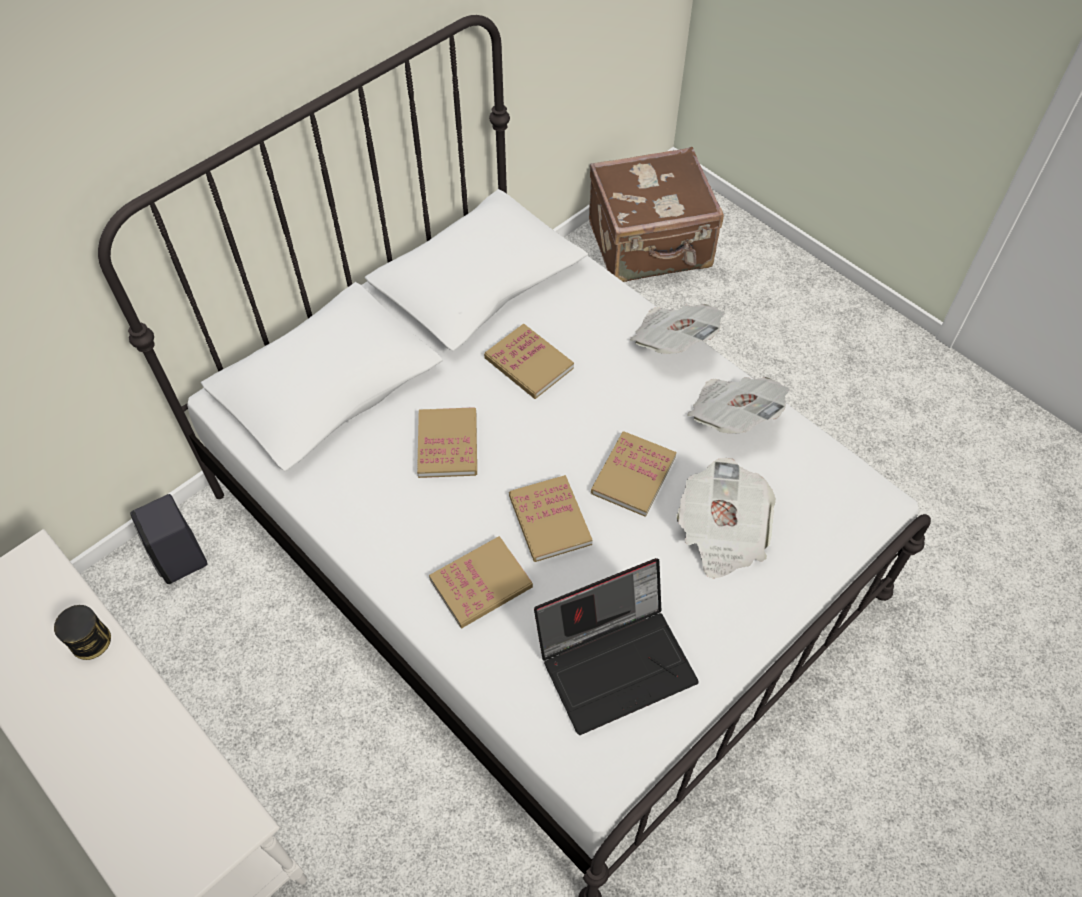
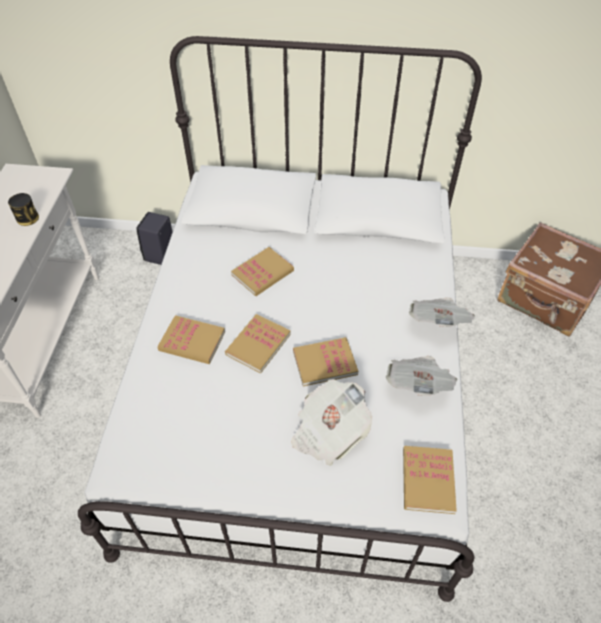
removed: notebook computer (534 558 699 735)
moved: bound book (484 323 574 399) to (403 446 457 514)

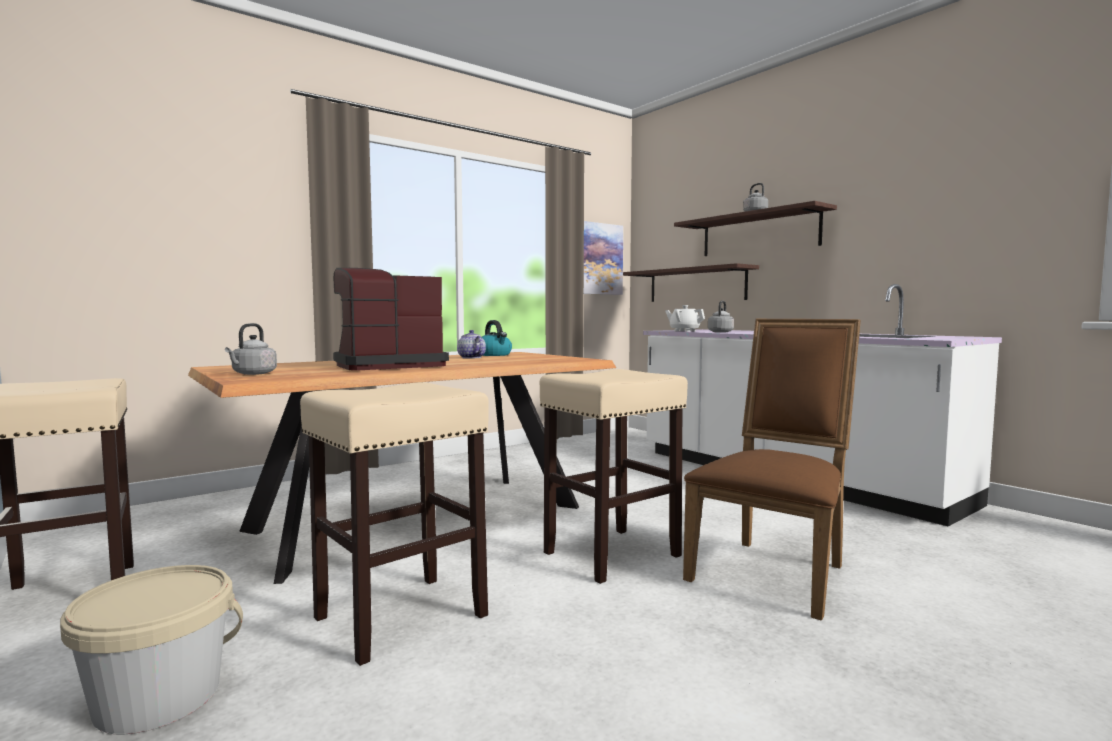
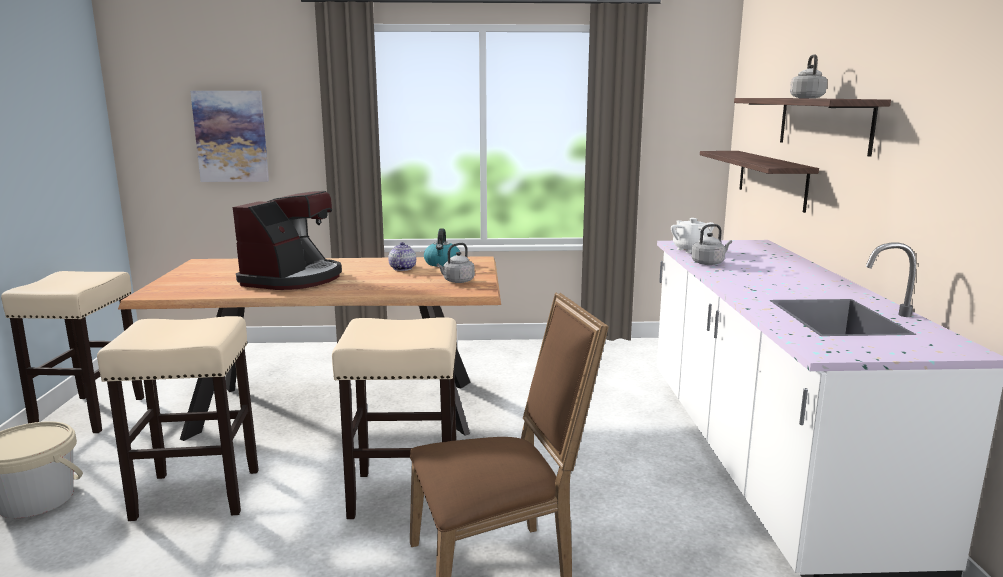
moved: greyish kettle (225 323 277 375) to (437 243 475 283); wall picture (584 221 623 295) to (190 91 269 182)
turned: coffee machine (333 268 449 371) = (233 191 342 290) 105 degrees clockwise

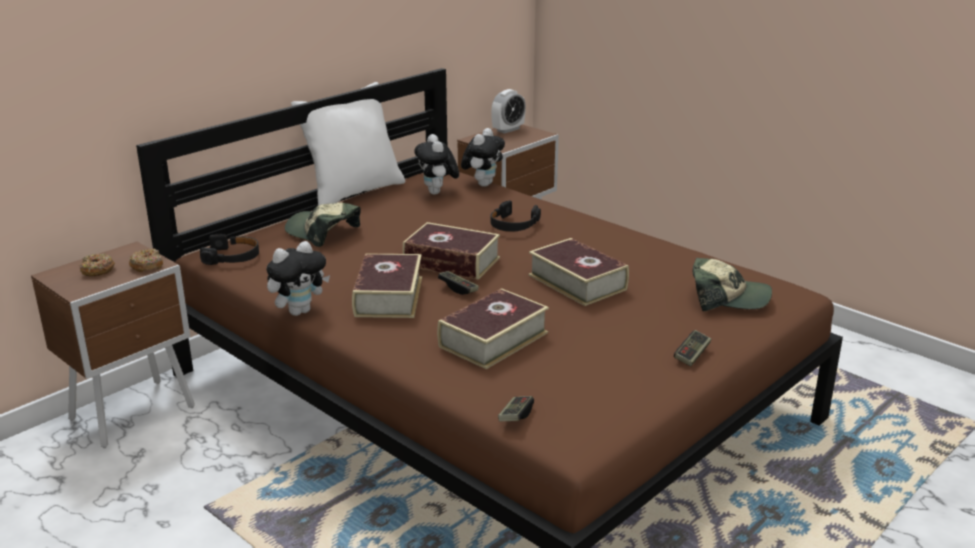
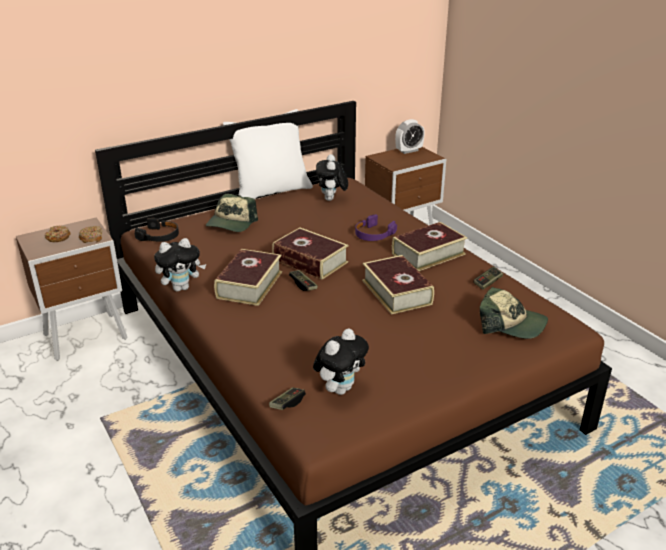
moved: bound book (437 288 549 369) to (392 222 467 271); soft toy (461 128 505 187) to (313 328 369 395); game controller (674 330 711 366) to (473 267 503 290)
recoloured: black headset (490 200 541 232) to purple headset (355 214 397 241)
turned: cap (285 203 361 247) = (206 194 258 232) 120 degrees counterclockwise

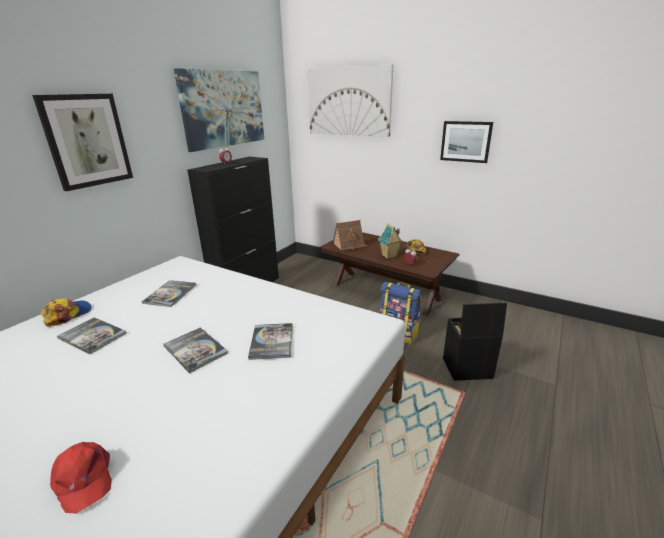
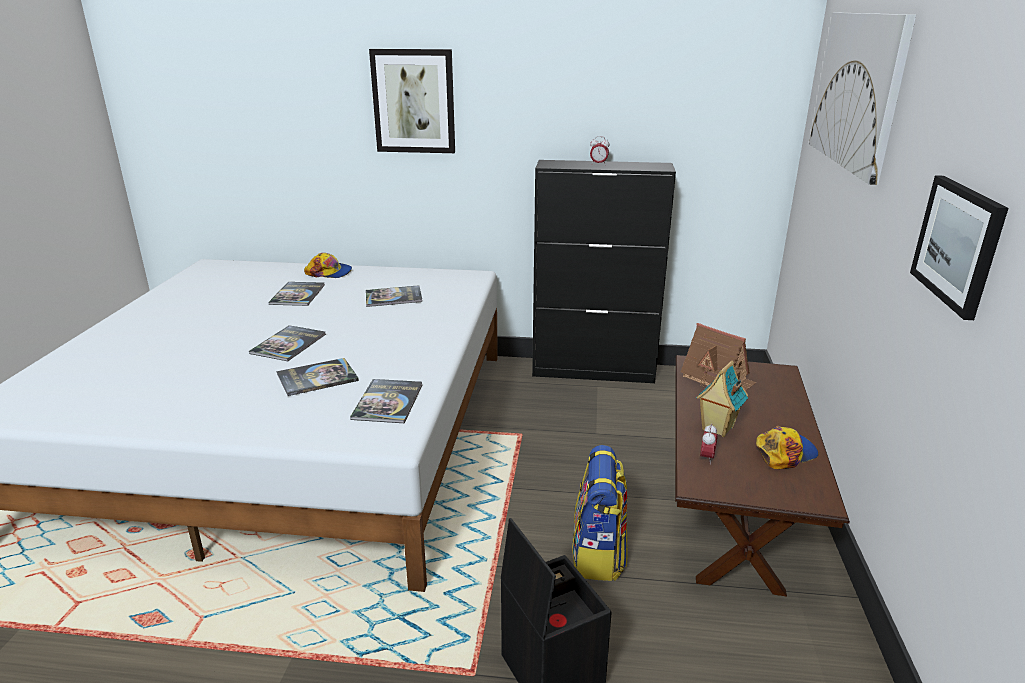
removed: red cap (50 442 112 514); wall picture (174 68 264 152)
added: bound book (350 379 422 423)

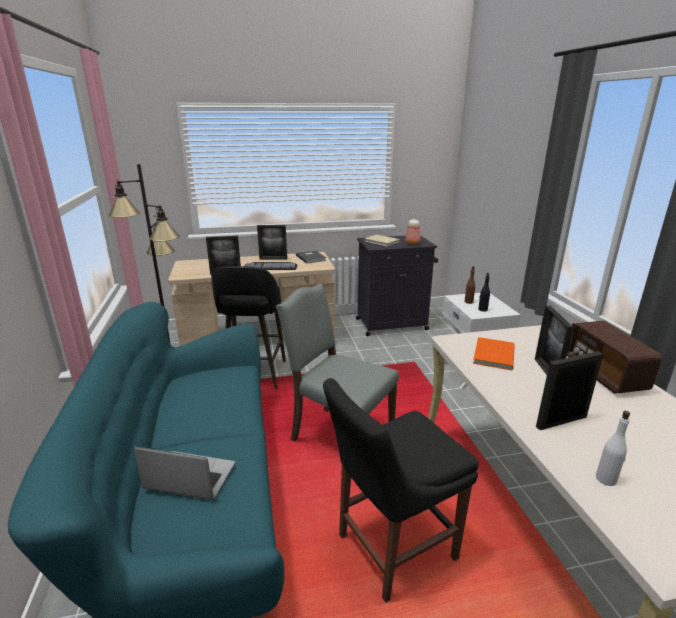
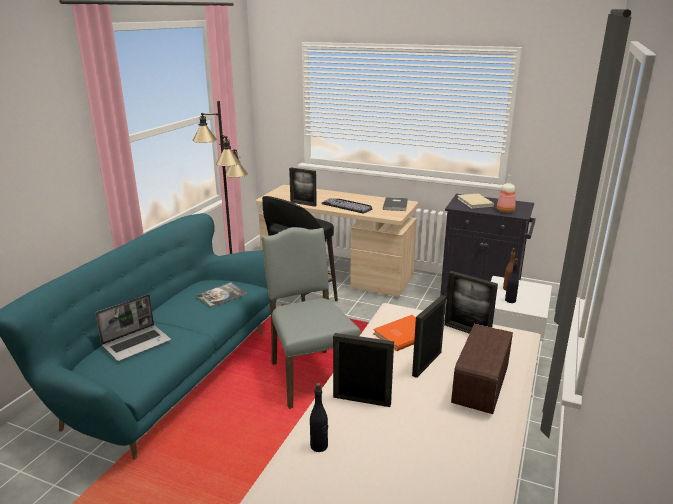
removed: black chair (323 378 479 603)
added: bound book (195 282 246 308)
moved: picture frame (257 225 287 260) to (444 271 498 334)
recoloured: white beverage bottle (596 411 630 486) to black beverage bottle (310 383 328 452)
turned: notebook computer (133 446 235 500) = (95 294 171 361) 90 degrees clockwise

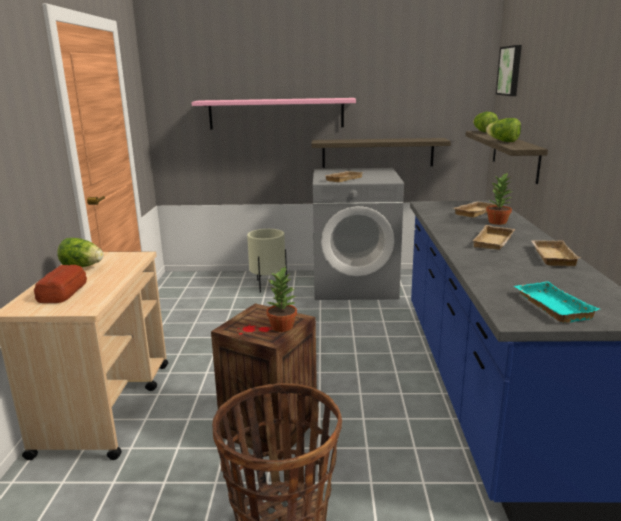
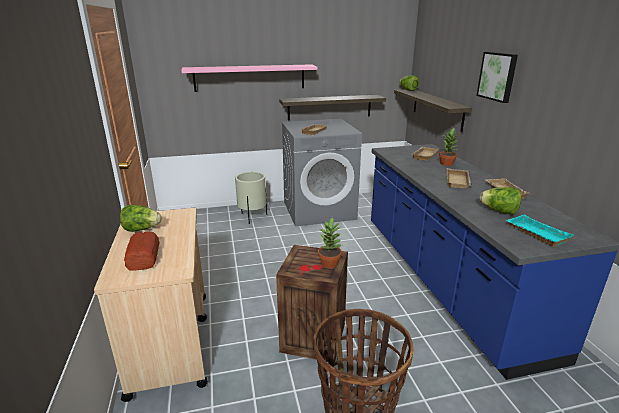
moved: head of lettuce (486 118 521 142) to (480 187 521 215); wall picture (496 45 522 96) to (476 52 518 103)

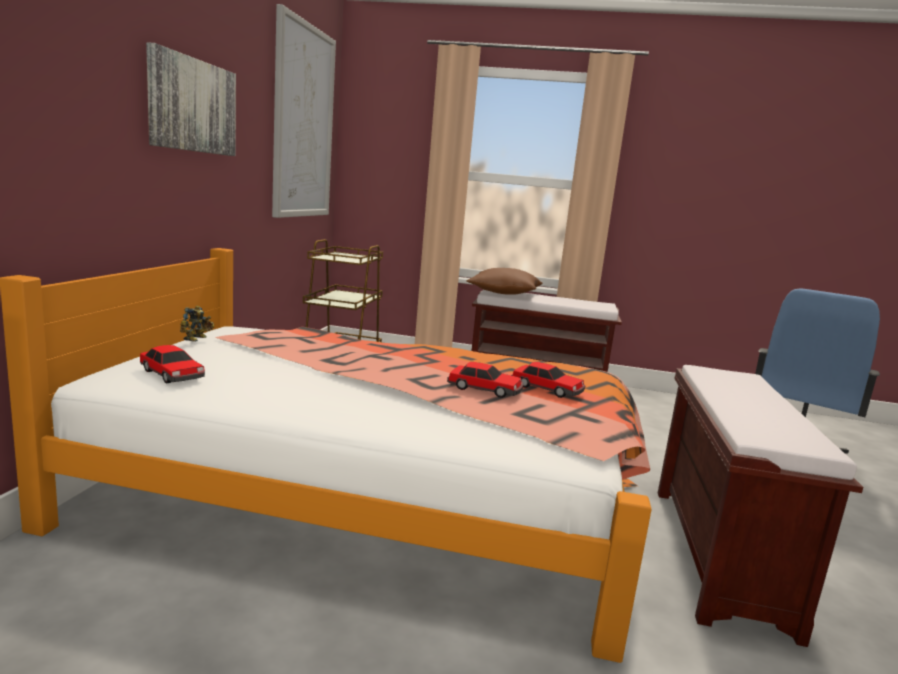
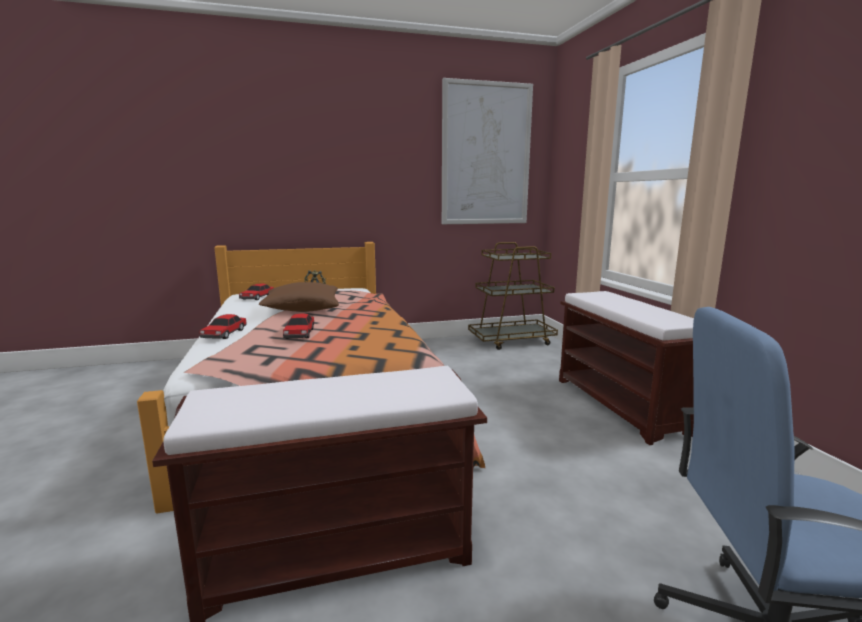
removed: wall picture (146 42 236 156)
moved: brown-coloured cushion (466 268 543 295) to (259 282 339 312); miniature car (511 362 585 398) to (200 314 247 339)

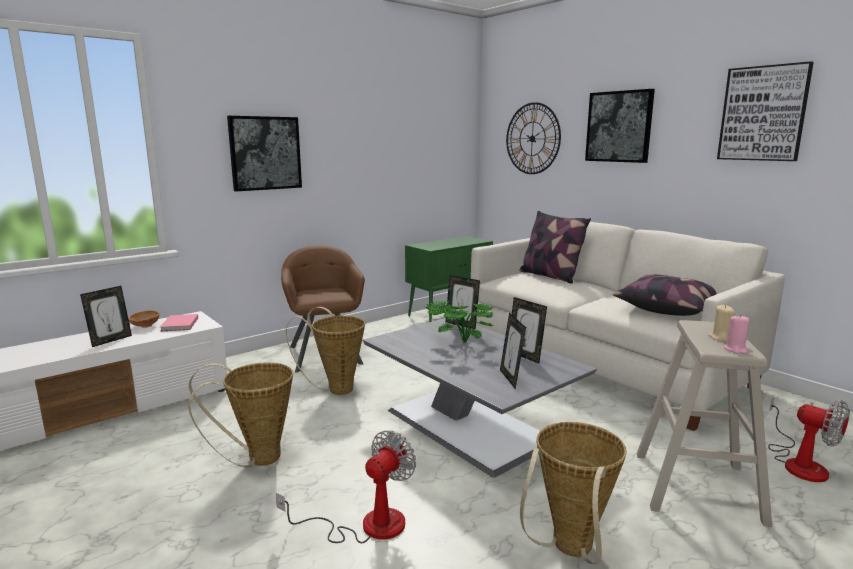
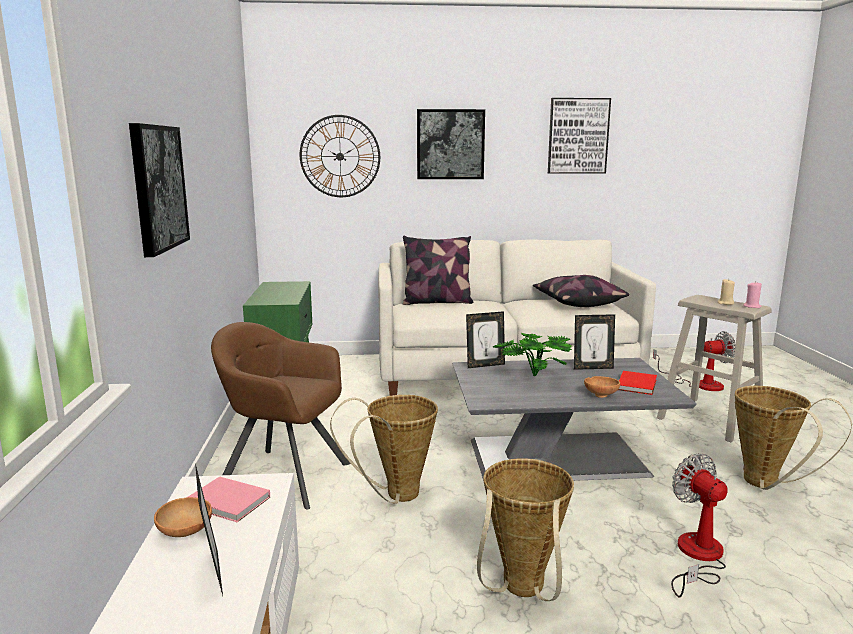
added: brown-coloured deep dish (584 376 620 398)
replaced: picture frame (500 313 526 389) to red bound book (618 371 657 395)

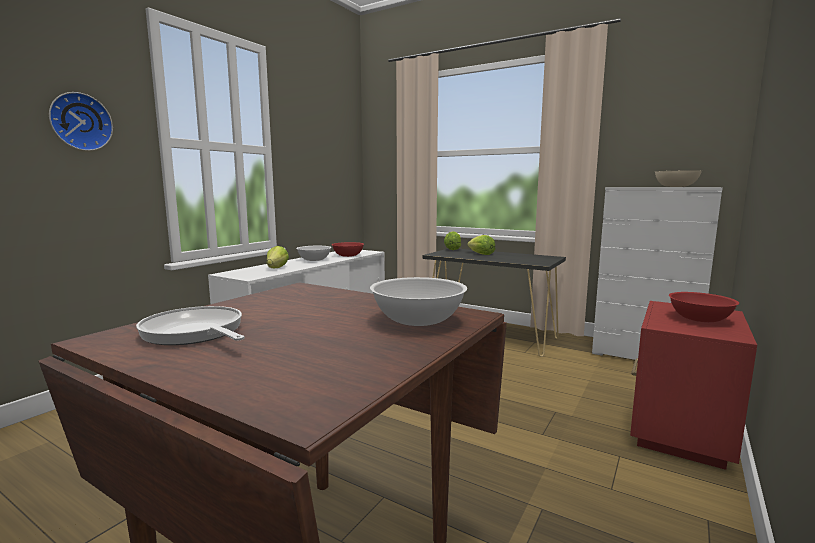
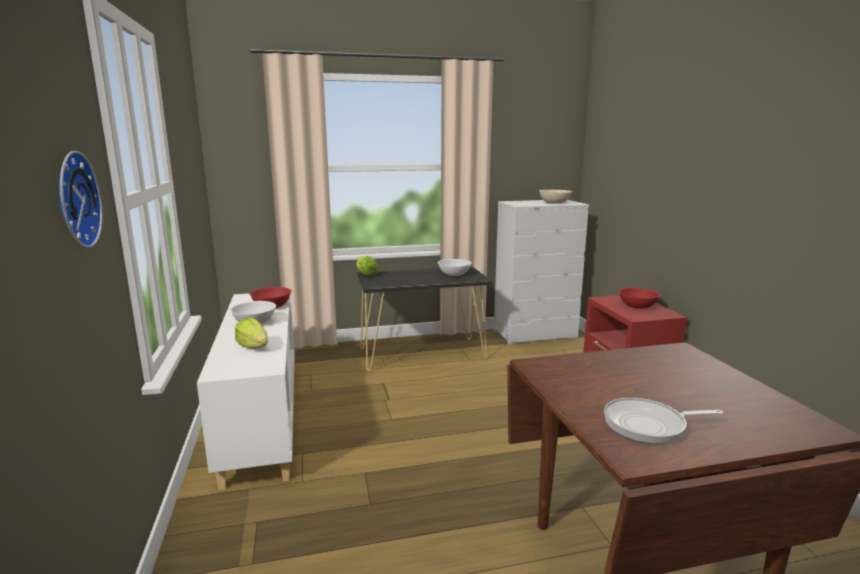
removed: head of lettuce (467 235 495 255)
moved: white deep dish (370 277 467 326) to (438 259 472 276)

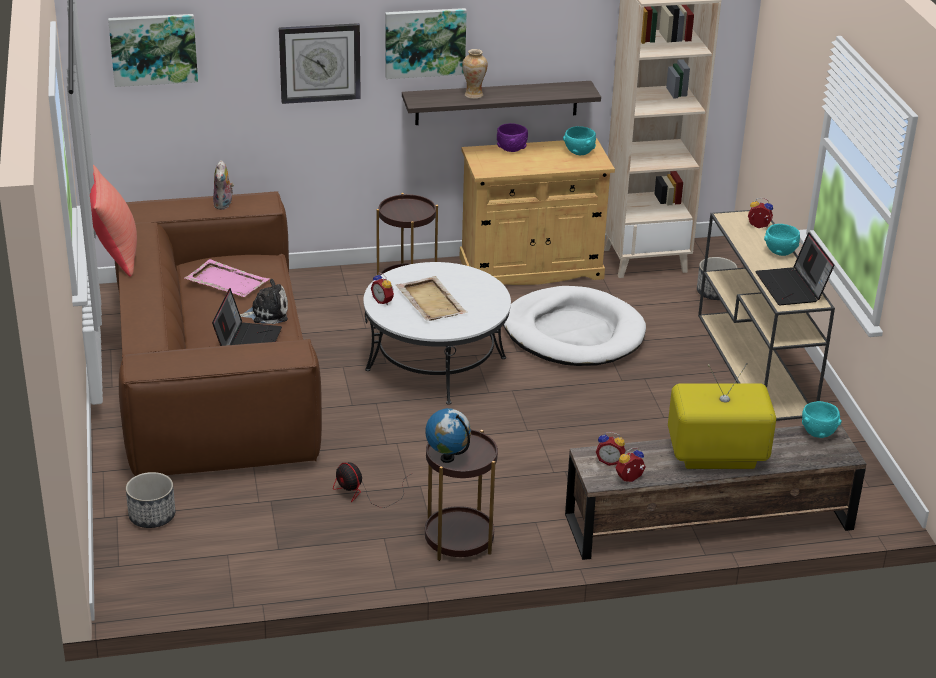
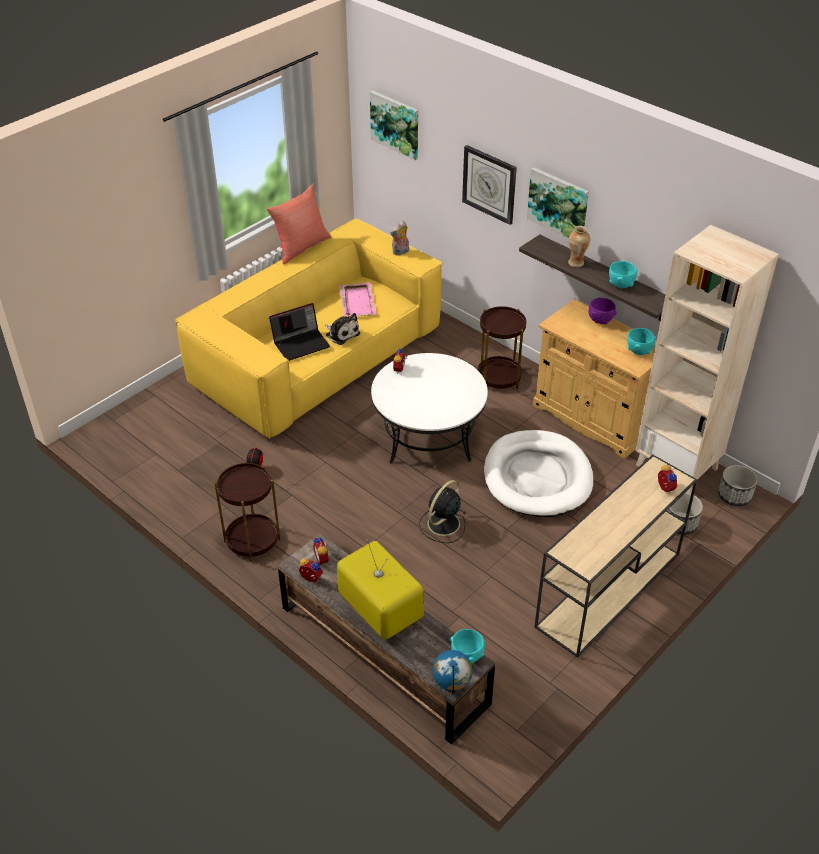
removed: beige carrying tray (396 276 468 321); notebook computer (755 232 834 305)
added: black cooling fan (419 480 466 543)
moved: planter (126 472 175 528) to (718 465 757 506); desk globe (425 408 471 463) to (432 650 473 694); turquoise-coloured deep dish (764 224 800 256) to (609 261 638 288)
recoloured: brown-coloured settee (115 191 322 476) to yellow-coloured settee (175 218 443 439)

